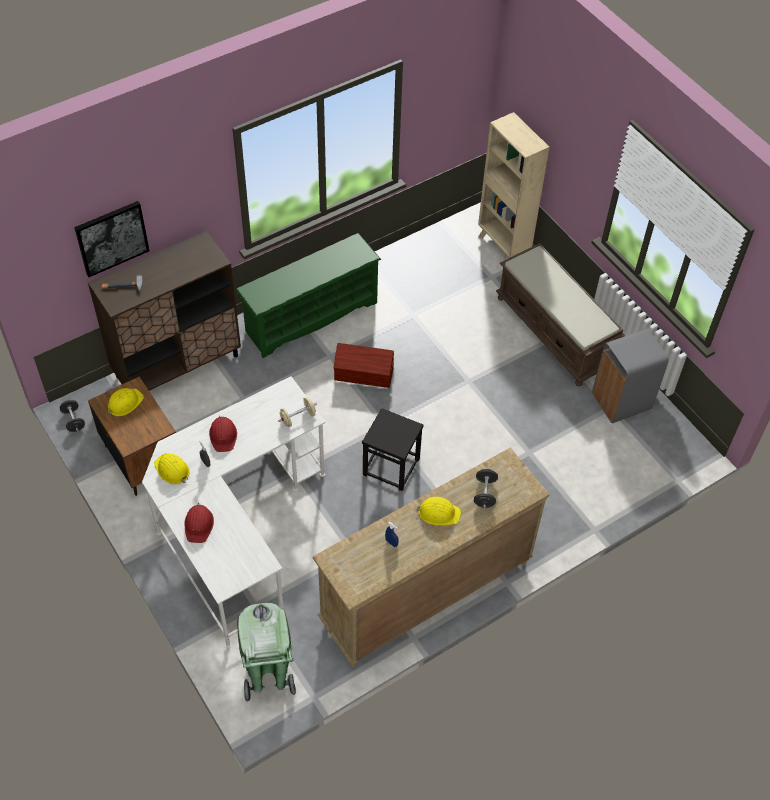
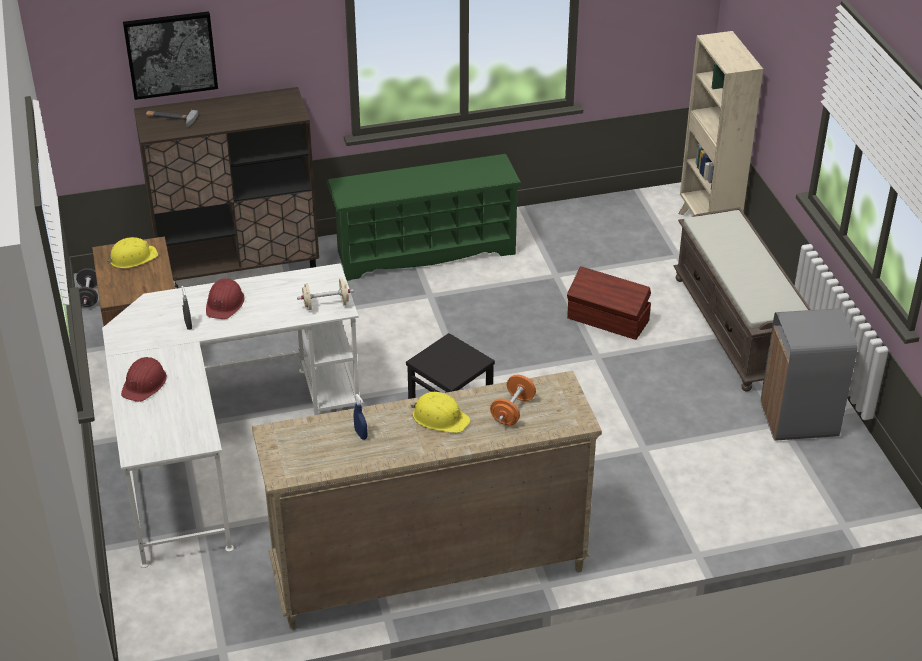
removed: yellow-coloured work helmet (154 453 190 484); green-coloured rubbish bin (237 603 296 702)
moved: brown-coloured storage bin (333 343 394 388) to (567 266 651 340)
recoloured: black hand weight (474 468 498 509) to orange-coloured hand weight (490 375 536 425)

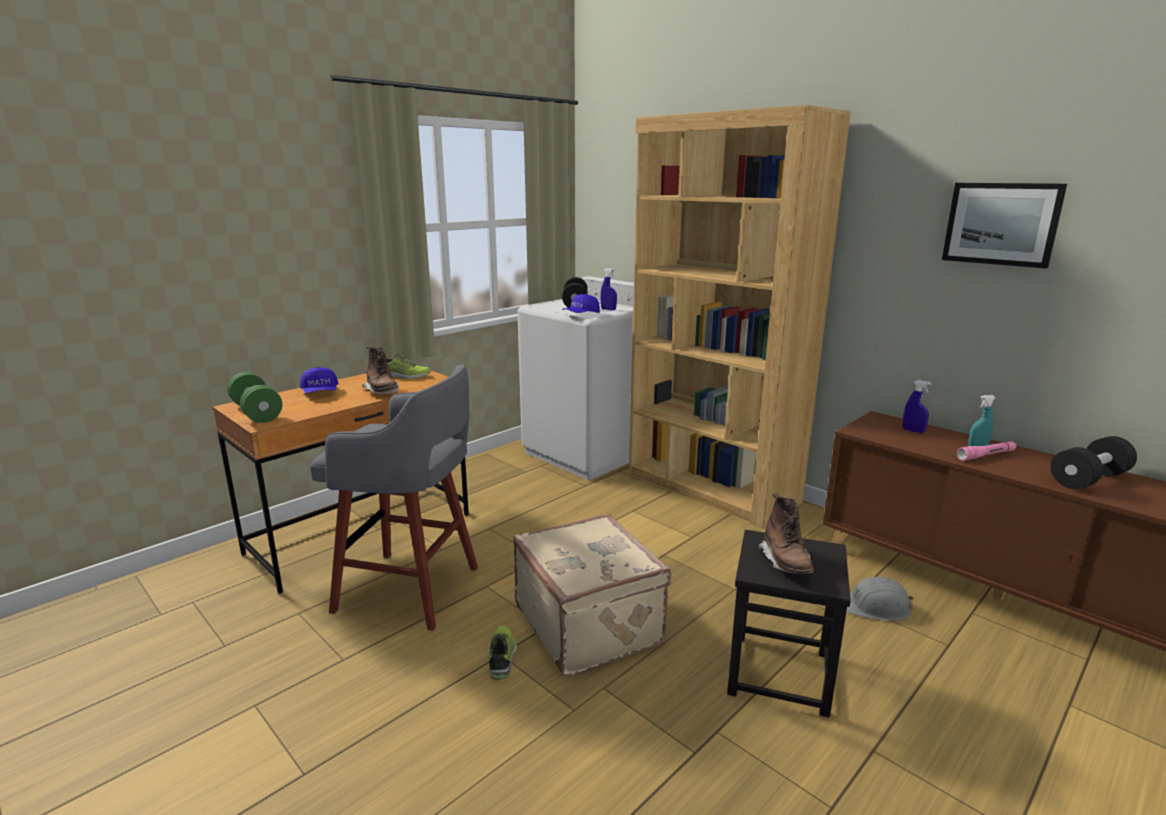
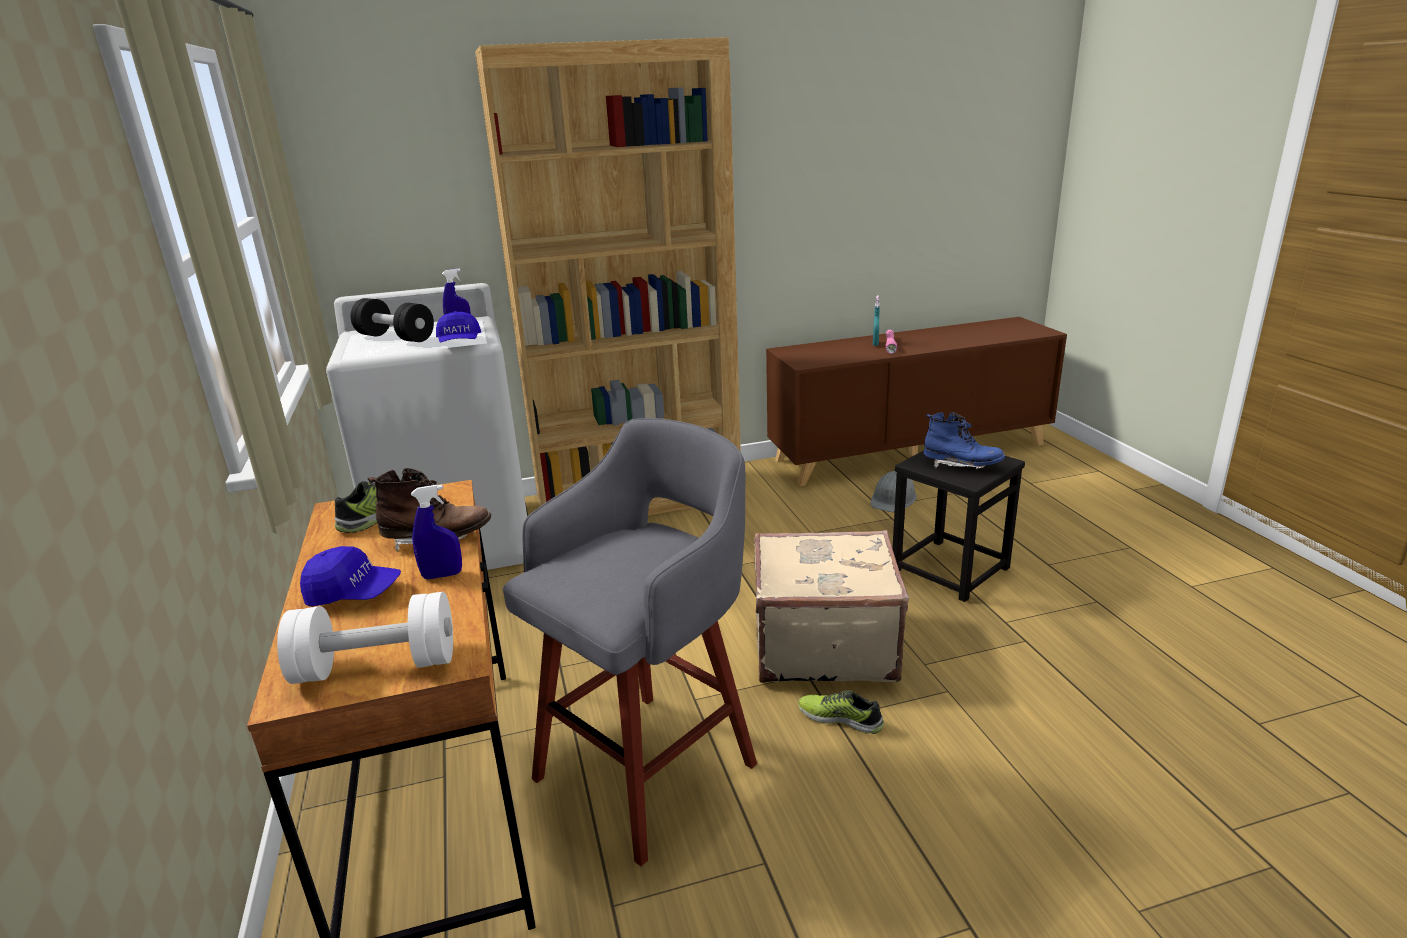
removed: wall picture (942 183 1067 269); black hand weight (1050 436 1137 489)
moved: blue sprayer (903 380 932 433) to (411 485 462 579)
recoloured: green-coloured hand weight (227 372 282 423) to white hand weight (277 592 453 684); brown-coloured boot (758 493 814 574) to blue boot (924 412 1005 469)

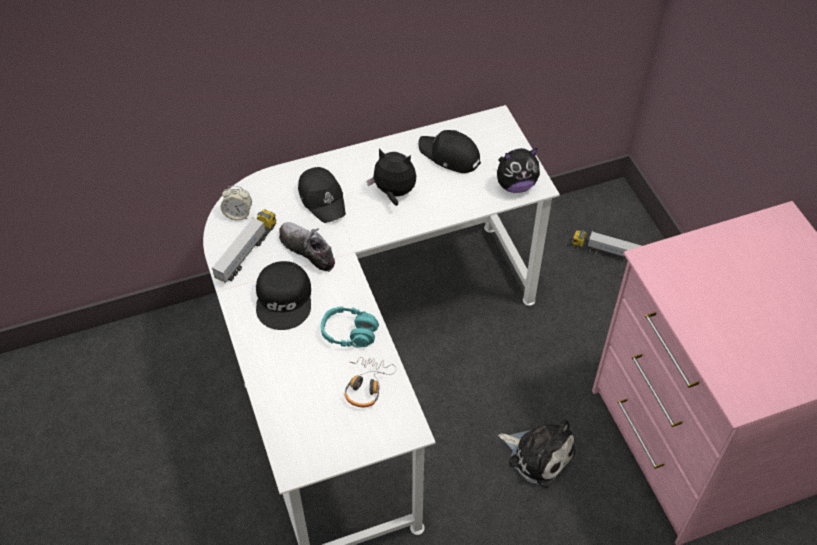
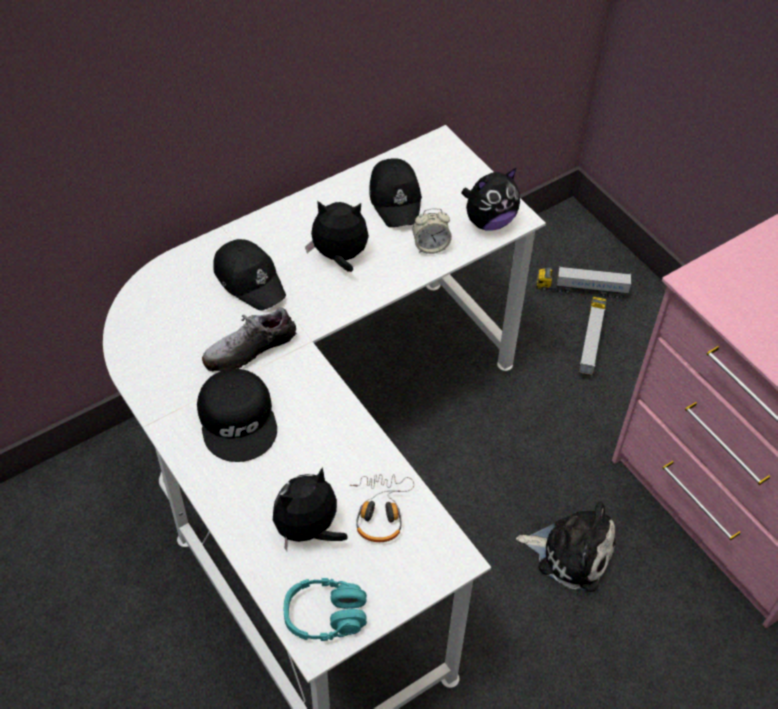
added: soft toy (273 467 348 551)
moved: toy lorry (212 210 277 283) to (578 297 607 376); alarm clock (221 186 252 221) to (412 208 452 254); turquoise-coloured headset (321 306 379 347) to (283 578 367 641)
turned: low shoe (279 222 335 273) = (202 308 297 371) 60 degrees counterclockwise; black cap (418 130 481 173) = (369 158 422 227) 120 degrees counterclockwise

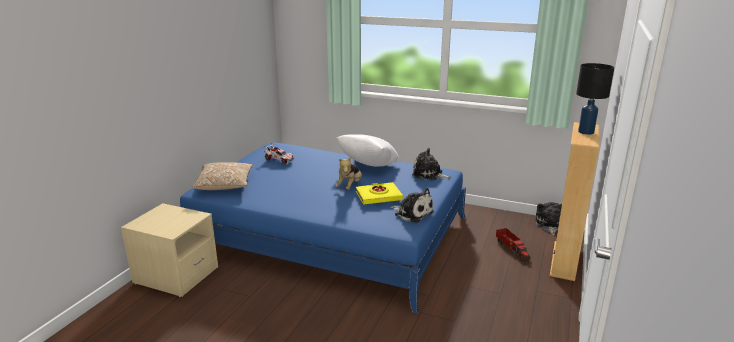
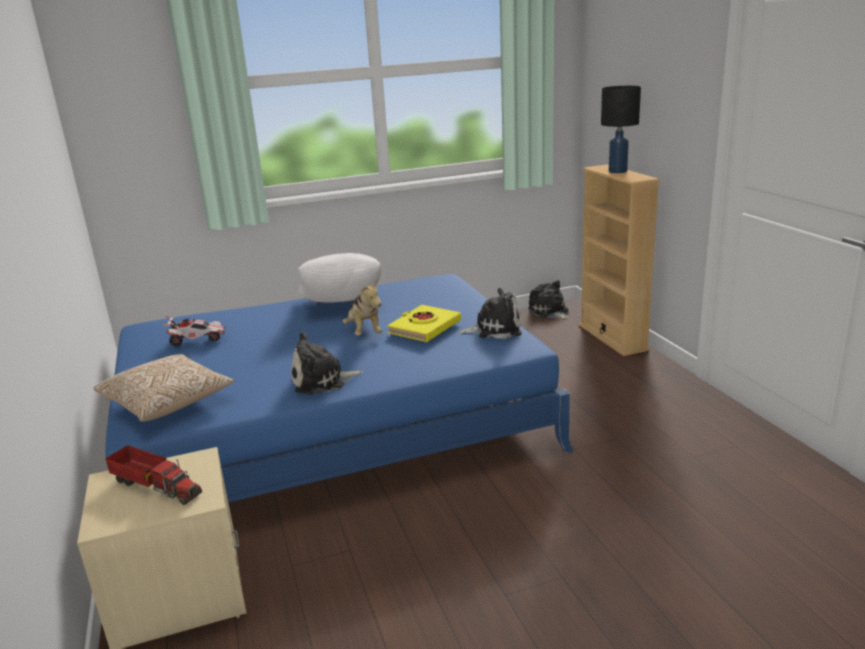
moved: soft toy (412 148 451 180) to (291 332 363 395); toy lorry (496 228 530 261) to (105 445 202 505)

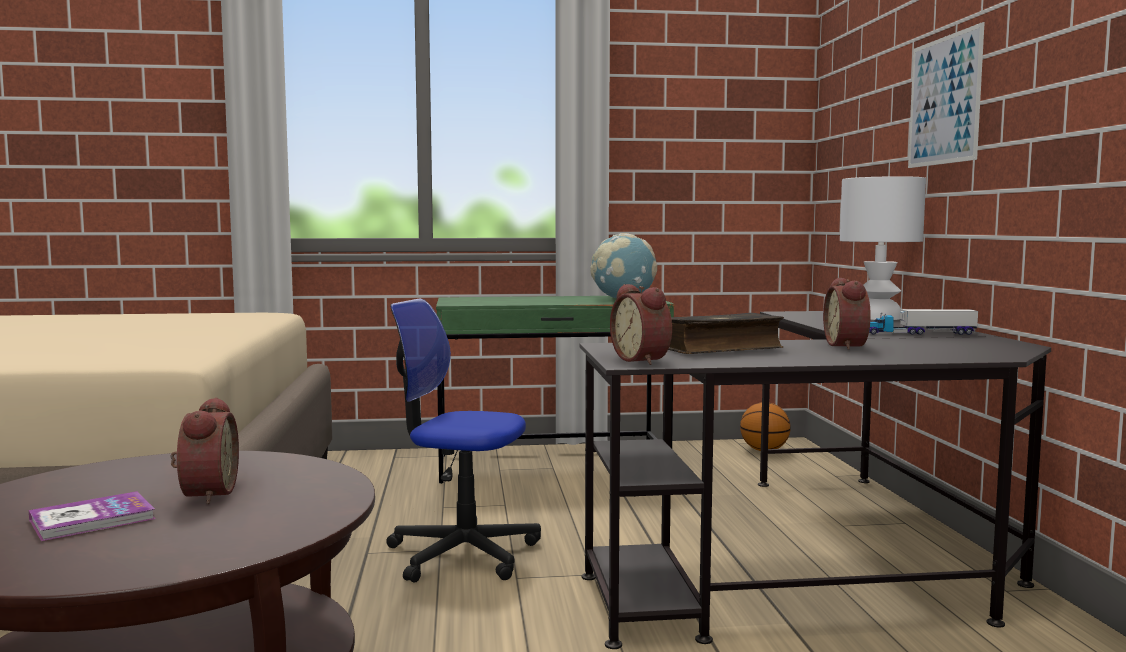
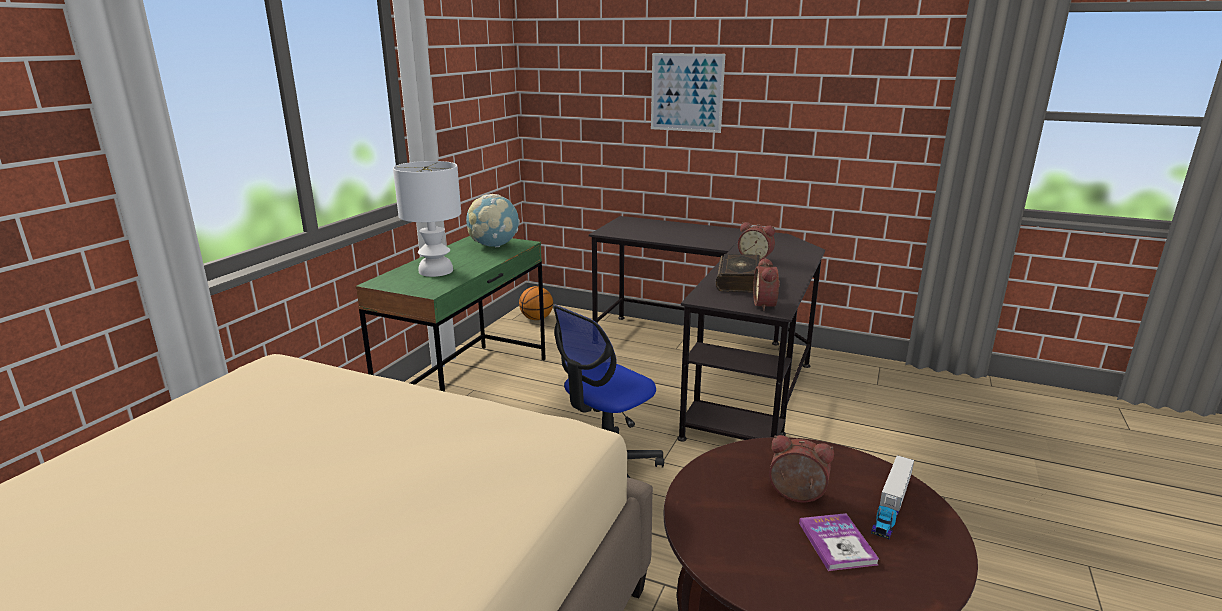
moved: white tabletop lamp (840 176 926 320) to (393 161 461 277); toy lorry (869 309 978 335) to (871 455 914 539)
turned: alarm clock (610 284 672 365) = (753 258 780 311) 90 degrees clockwise

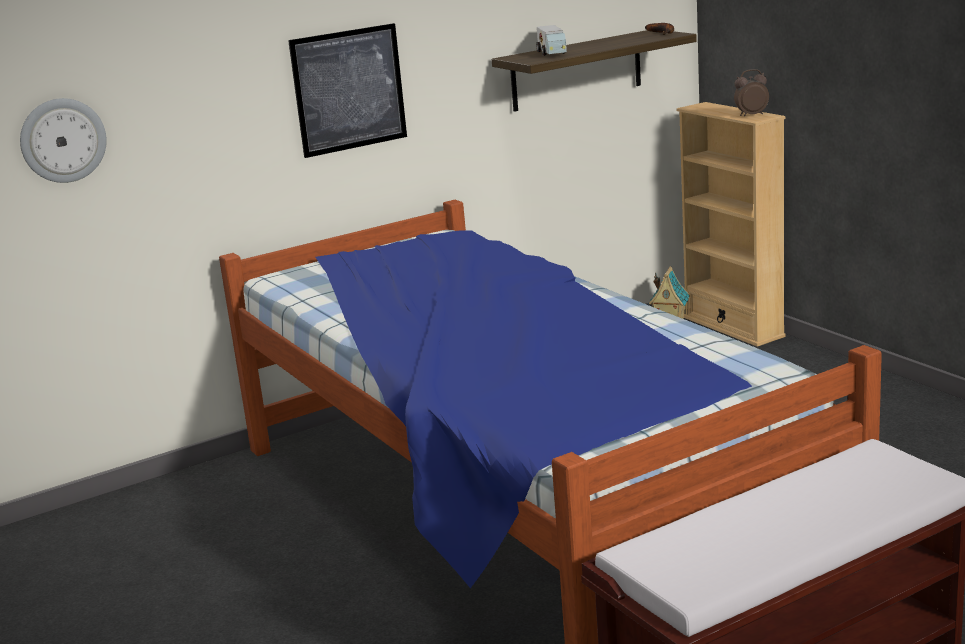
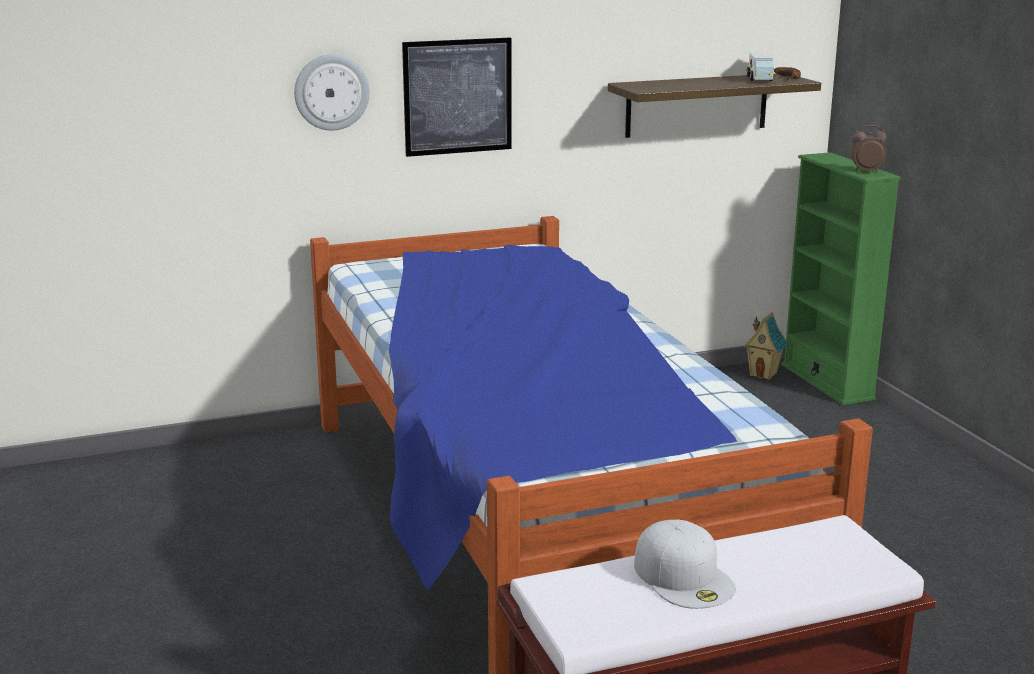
added: white cap (634 519 736 609)
moved: wall clock (20 98 107 183) to (294 54 370 131); toy lorry (536 25 567 56) to (746 52 774 81)
recoloured: beige bookcase (677 102 786 347) to green-coloured bookcase (781 152 901 405)

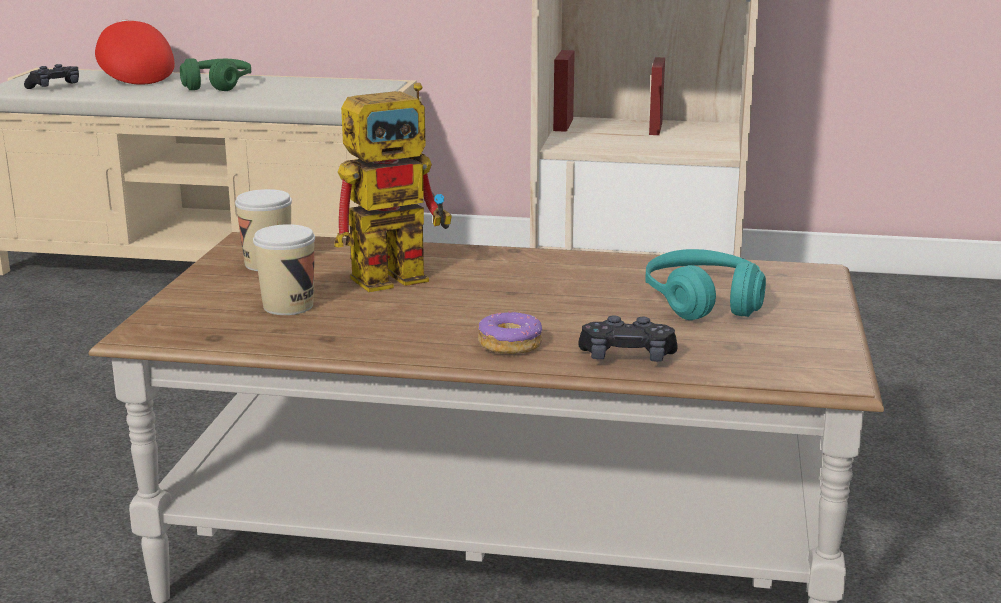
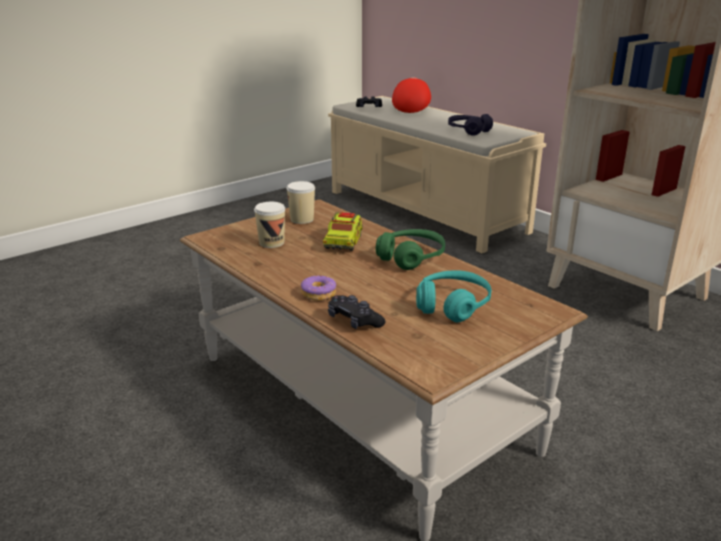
added: purple headset (448 114 493 136)
moved: green-coloured headset (180 58 251 91) to (376 229 445 270)
replaced: toy robot (335 83 452 292) to toy lorry (323 212 363 251)

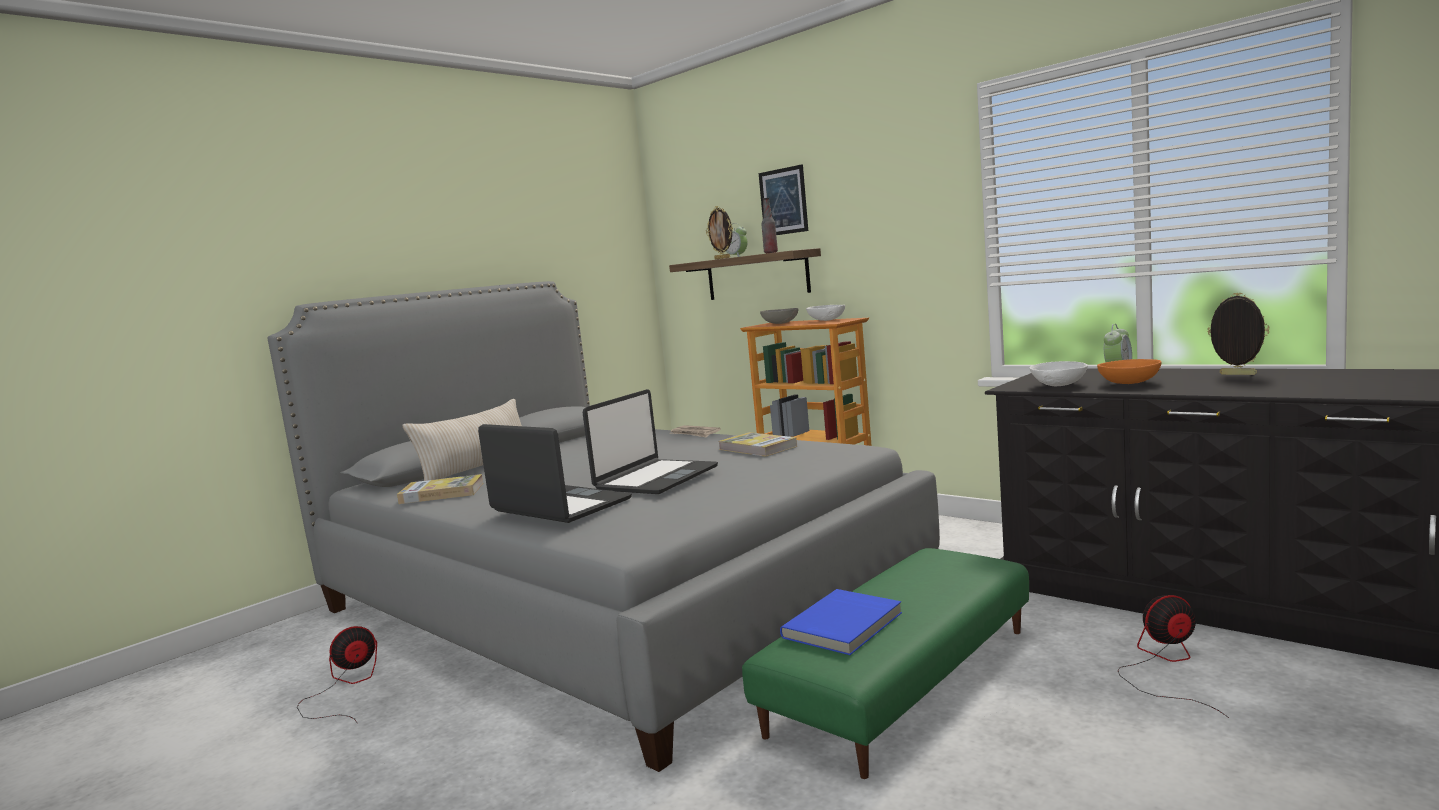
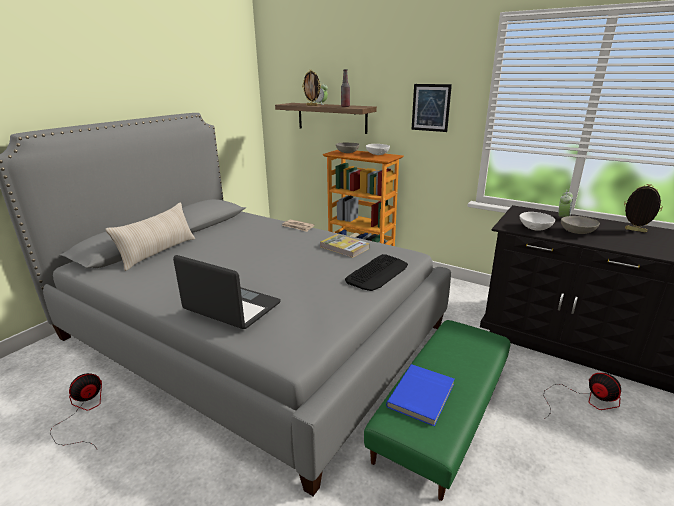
removed: bound book (397 474 483 504); notebook computer (583 389 718 494)
added: PC keyboard (345 254 408 291)
moved: wall picture (759 164 808 235) to (411 84 452 132)
recoloured: orange-coloured deep dish (1097 359 1162 384) to greyish deep dish (561 216 600 234)
turned: cooling fan (1118 595 1229 718) = (544 373 621 418) 75 degrees clockwise

